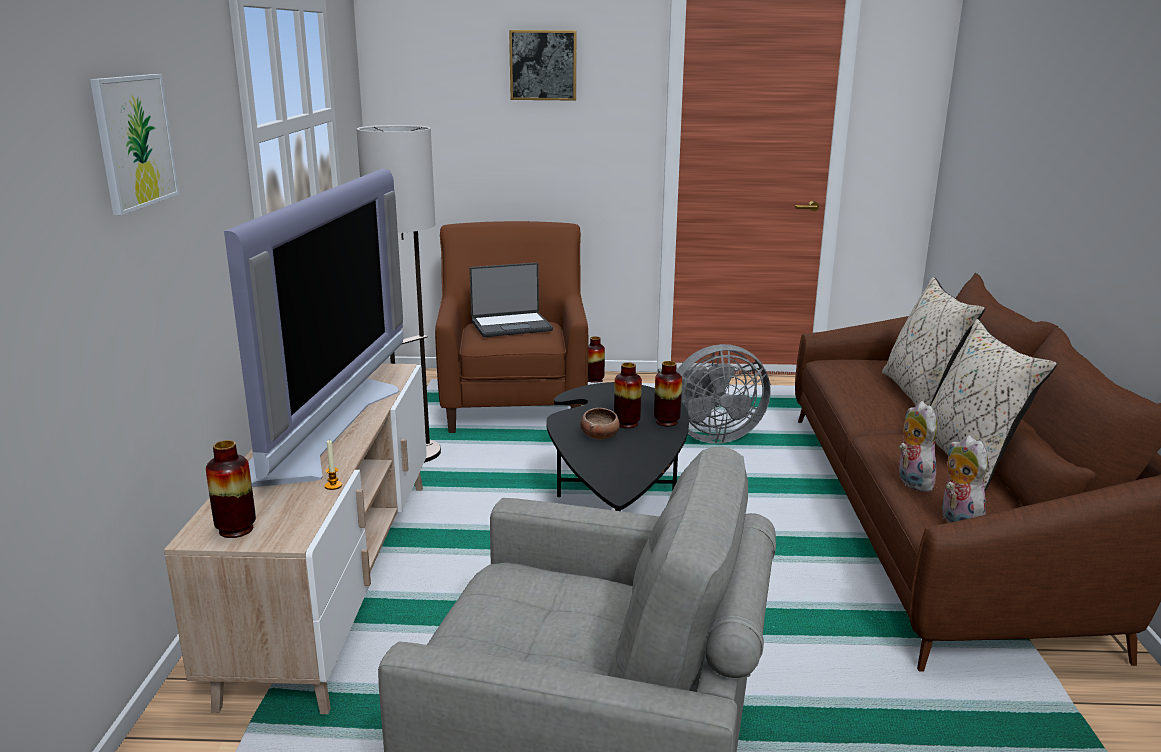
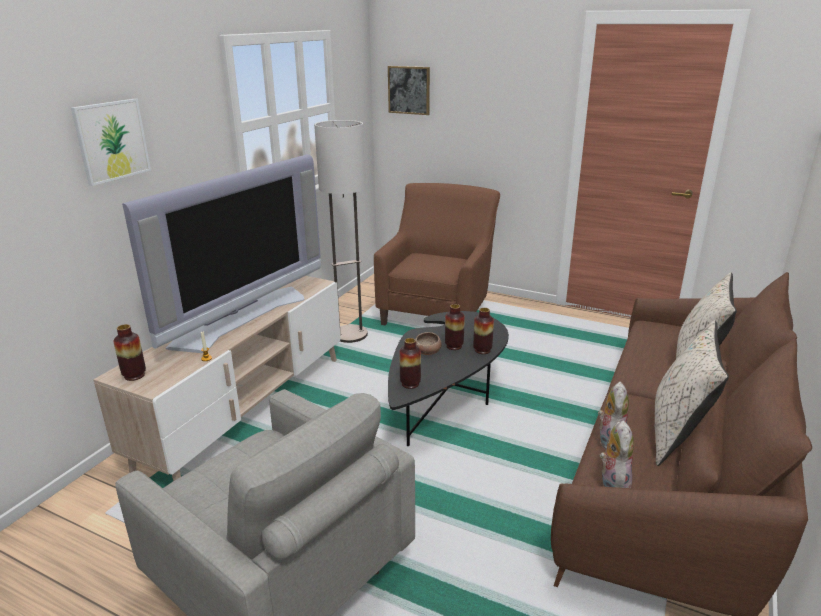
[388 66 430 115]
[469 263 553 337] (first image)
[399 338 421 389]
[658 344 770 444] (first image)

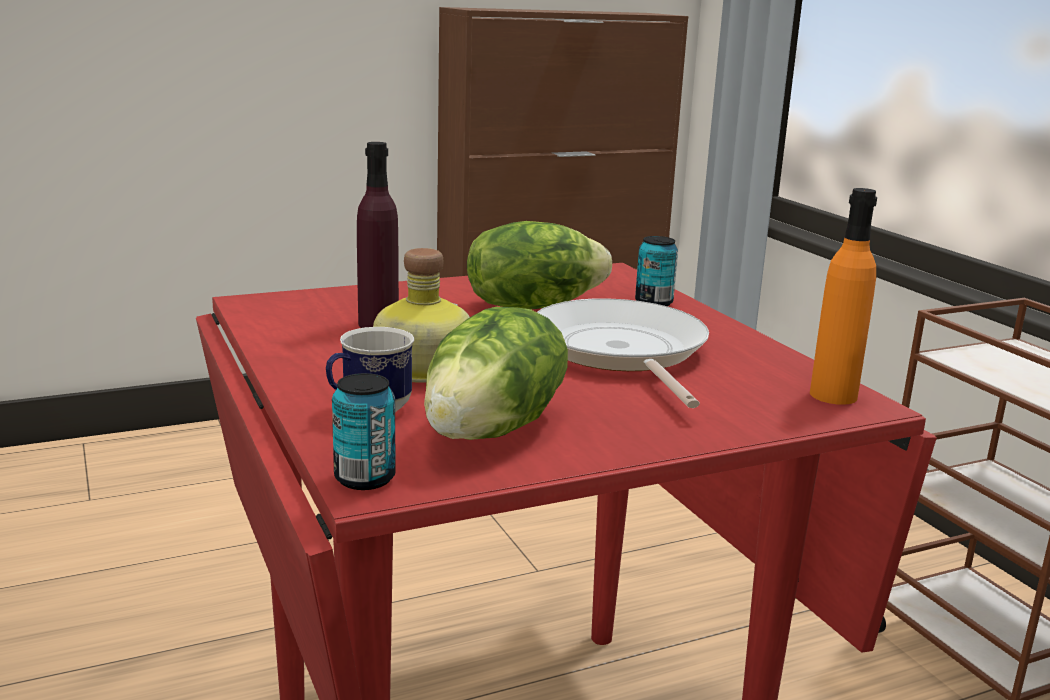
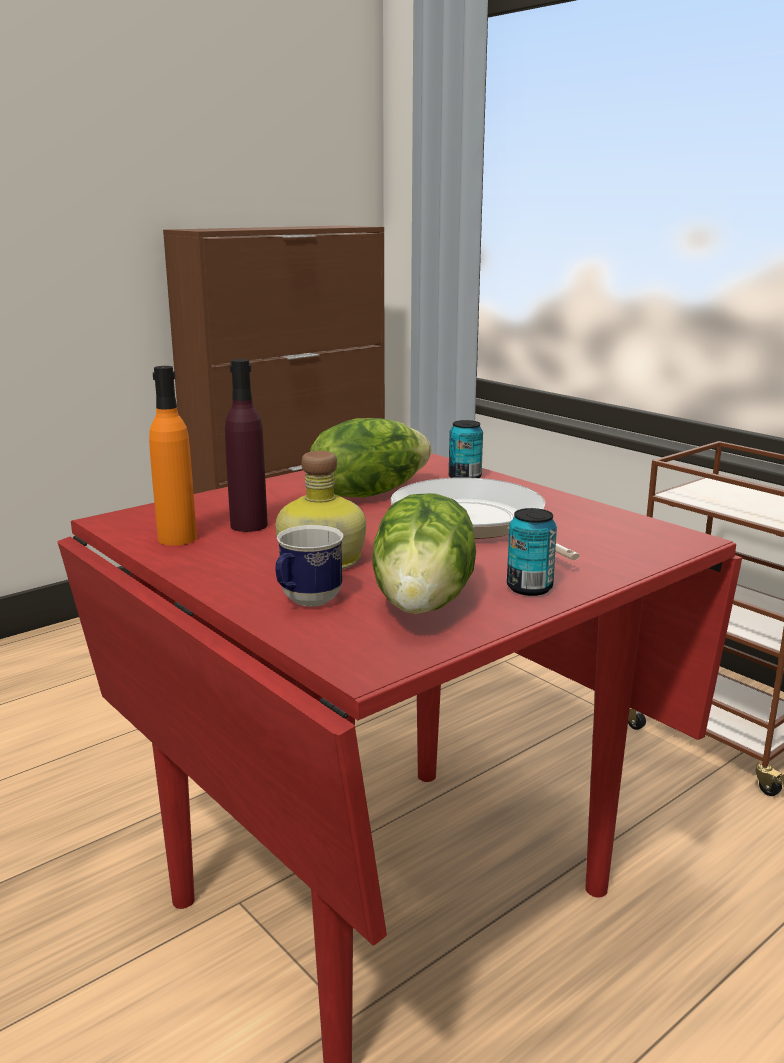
[149 366 197 546]
[507 508 557 596]

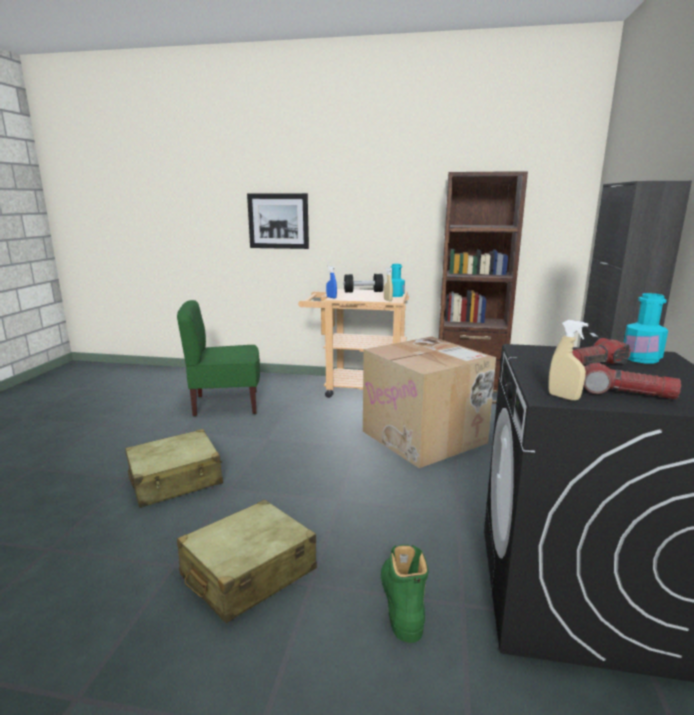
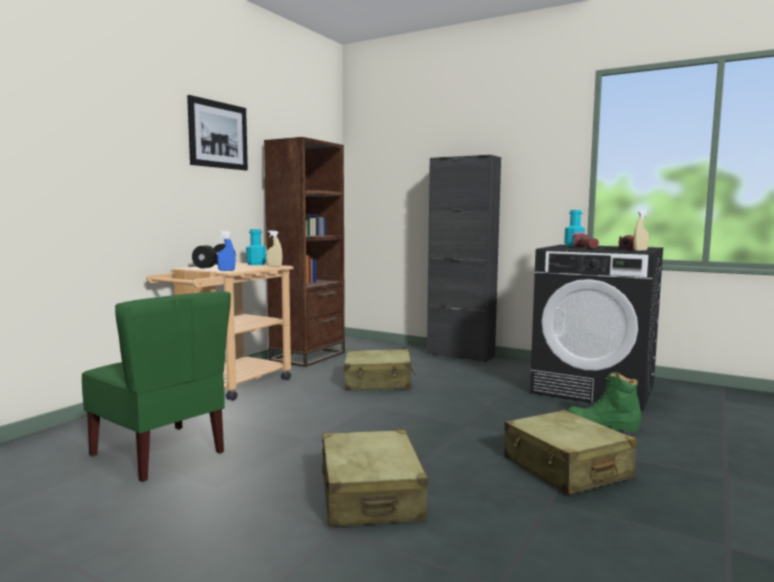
[187 95 248 170]
[82 291 231 482]
[344 349 416 391]

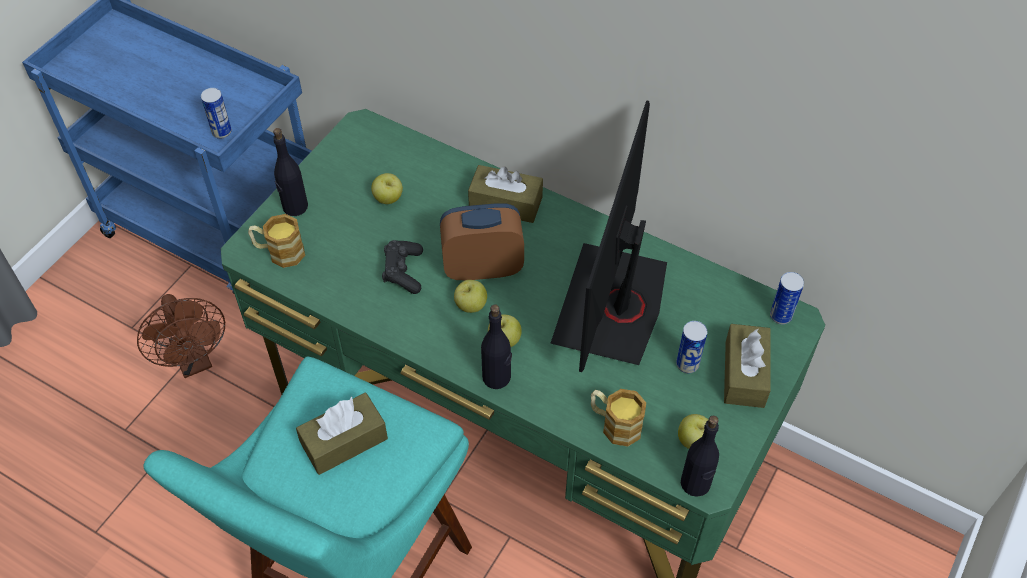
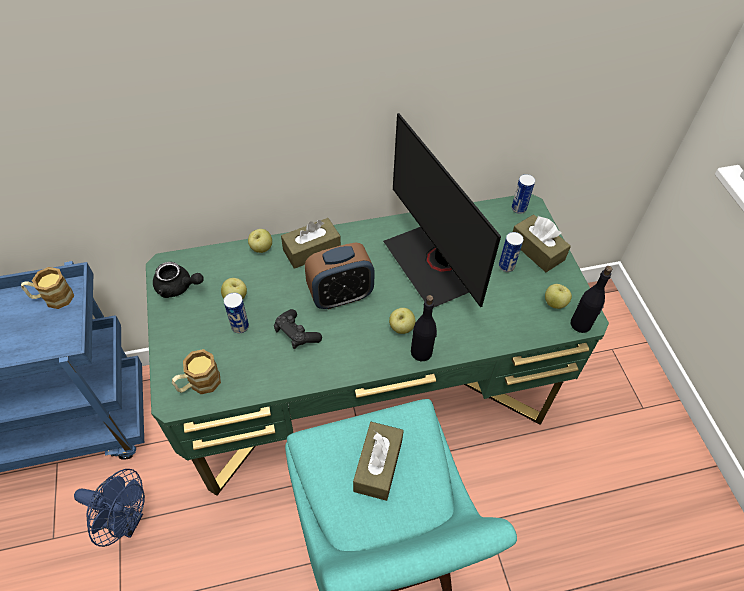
[224 293 249 333]
[273 128 308 216] (first image)
[305 243 375 309]
[248 229 272 253]
[74 469 145 547]
[21 267 74 309]
[153 262 204 298]

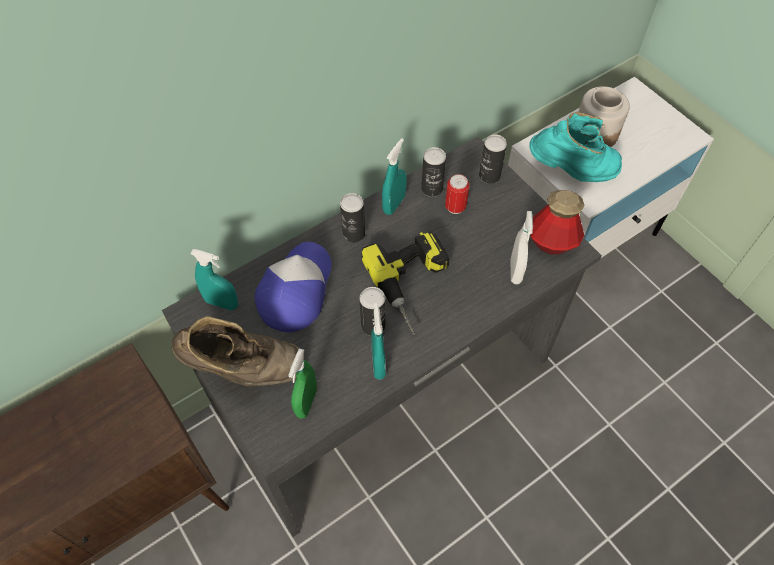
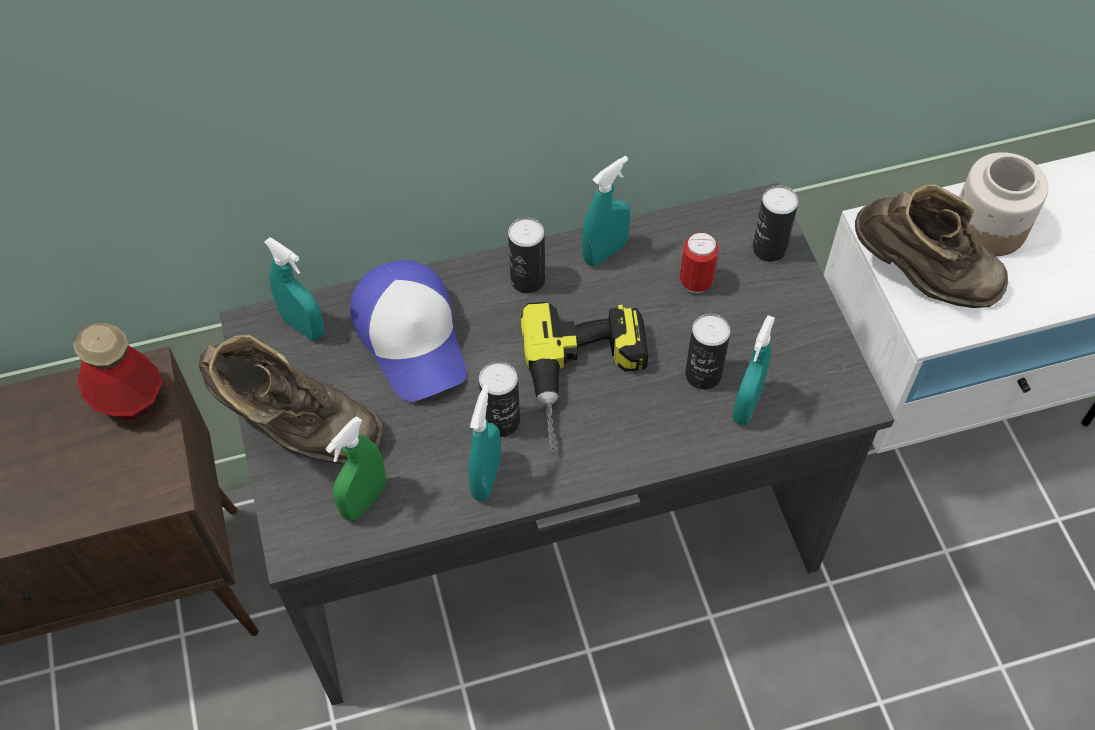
[855 184 1008 308]
[685 314 731 390]
[73 323 163 419]
[732 315 775 425]
[350 260 466 402]

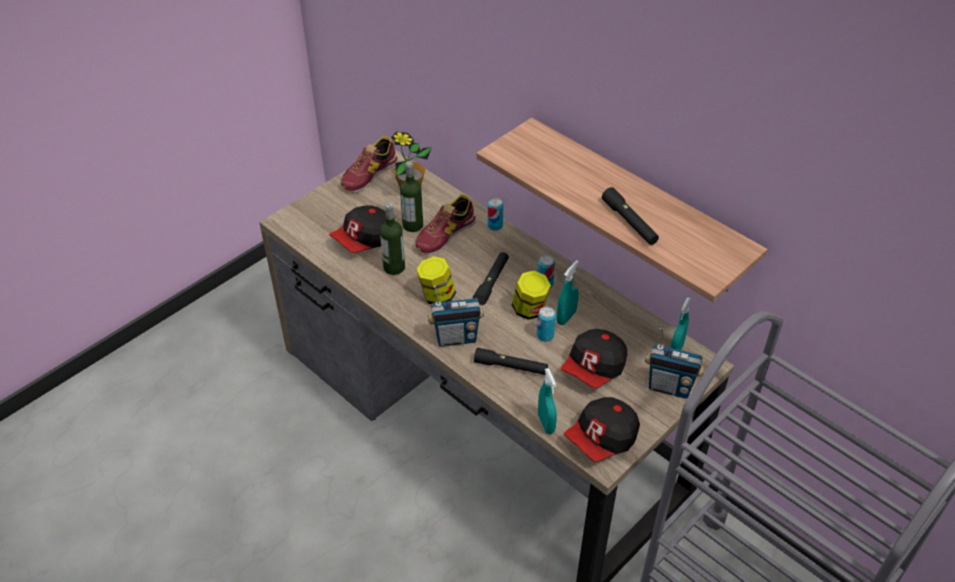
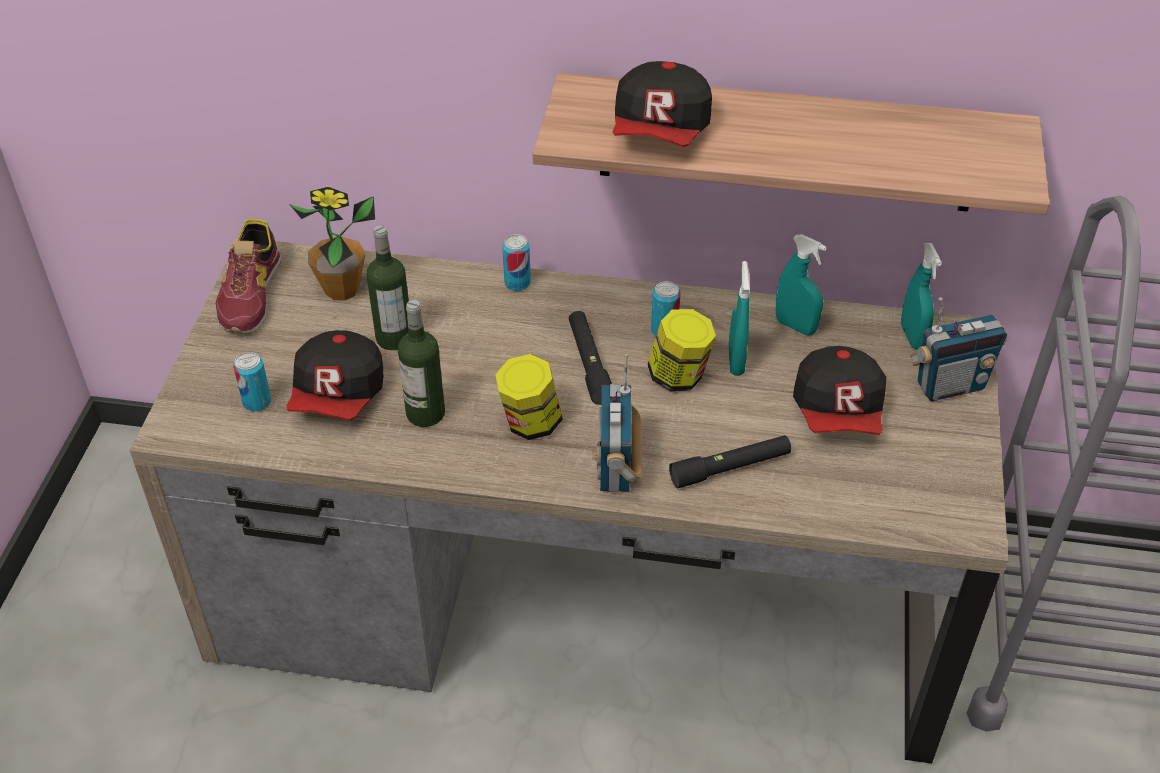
[602 187 659 245] (first image)
[416 194 476 256] (first image)
[592 354 642 492]
[233 352 271 412]
[776 234 827 335]
[613 61 712 147]

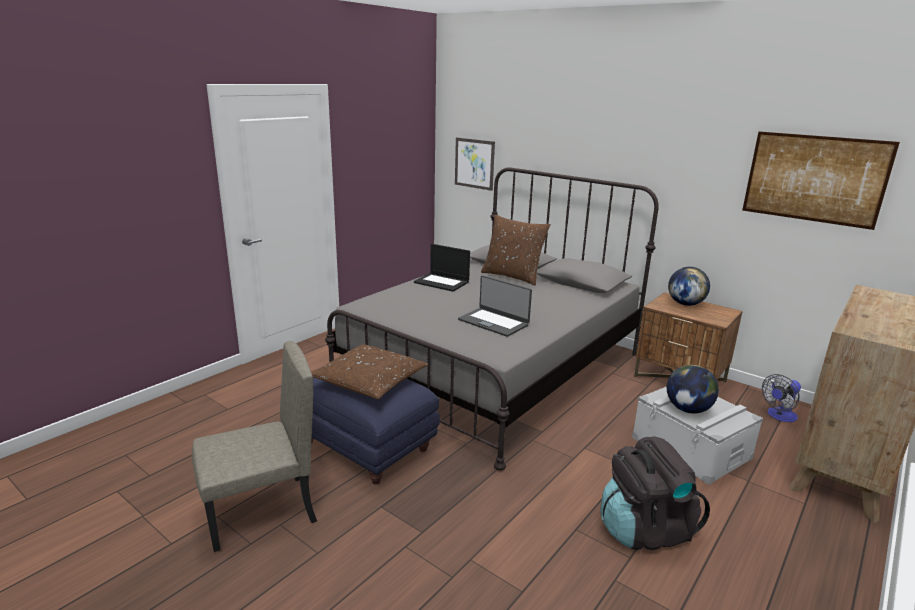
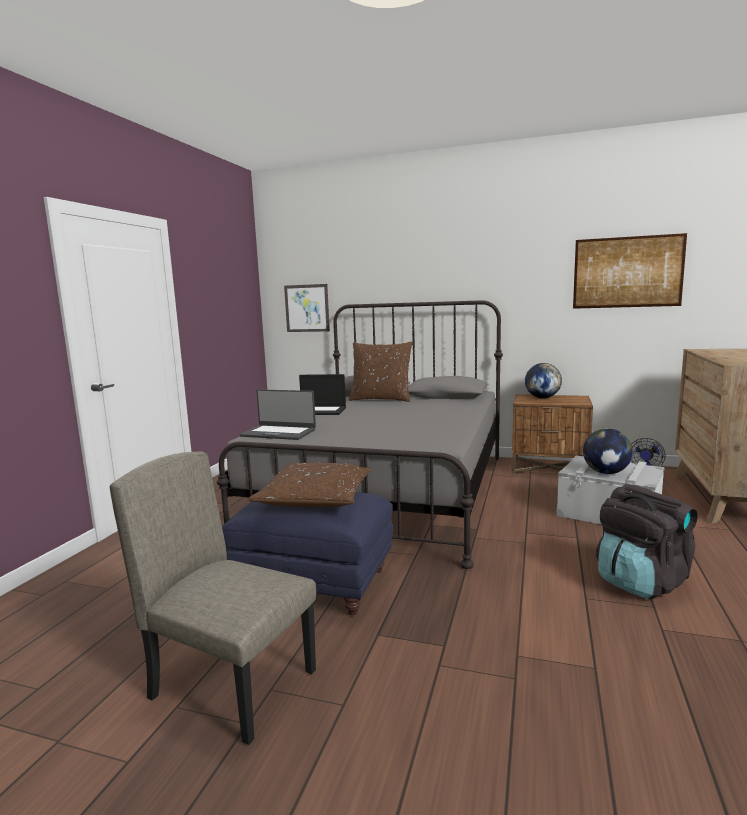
[240 389 316 440]
[110 452 316 745]

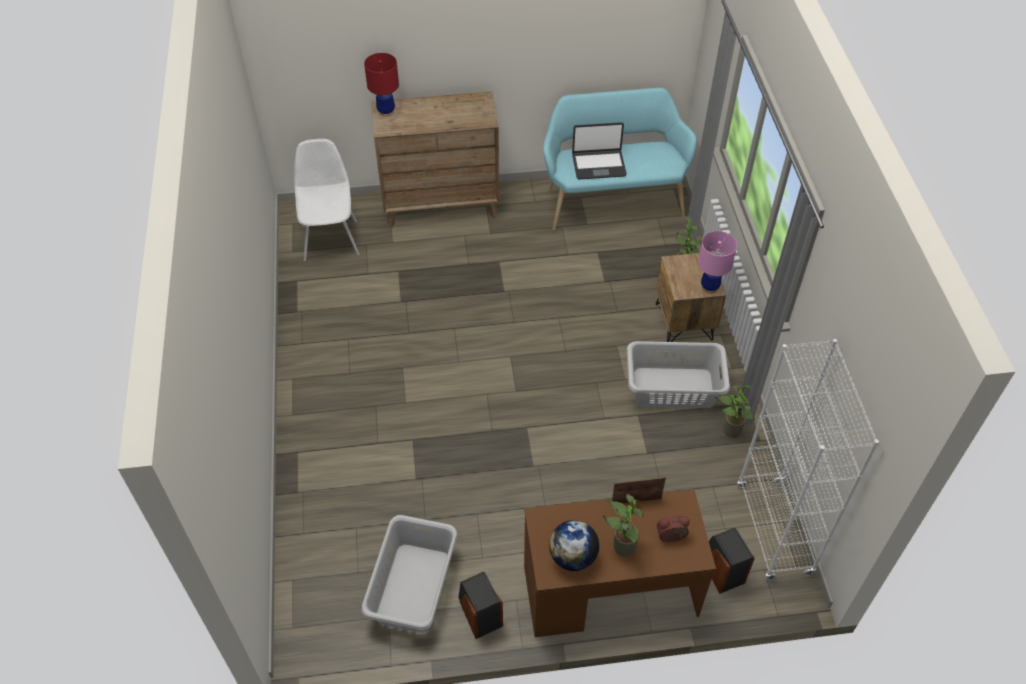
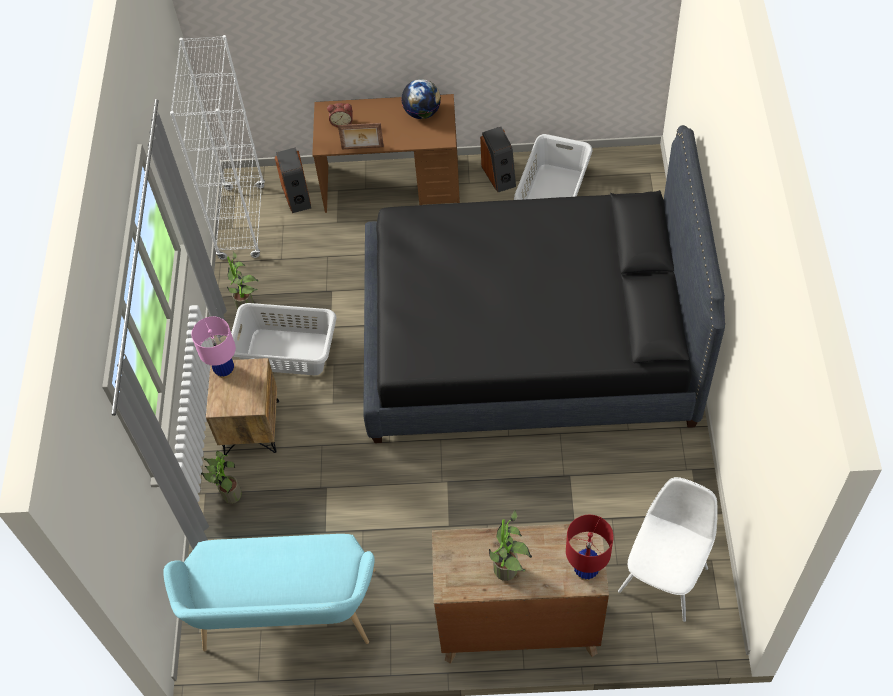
[572 122 627 179] (first image)
[618 477 718 622]
[489 509 532 581]
[363 125 725 443]

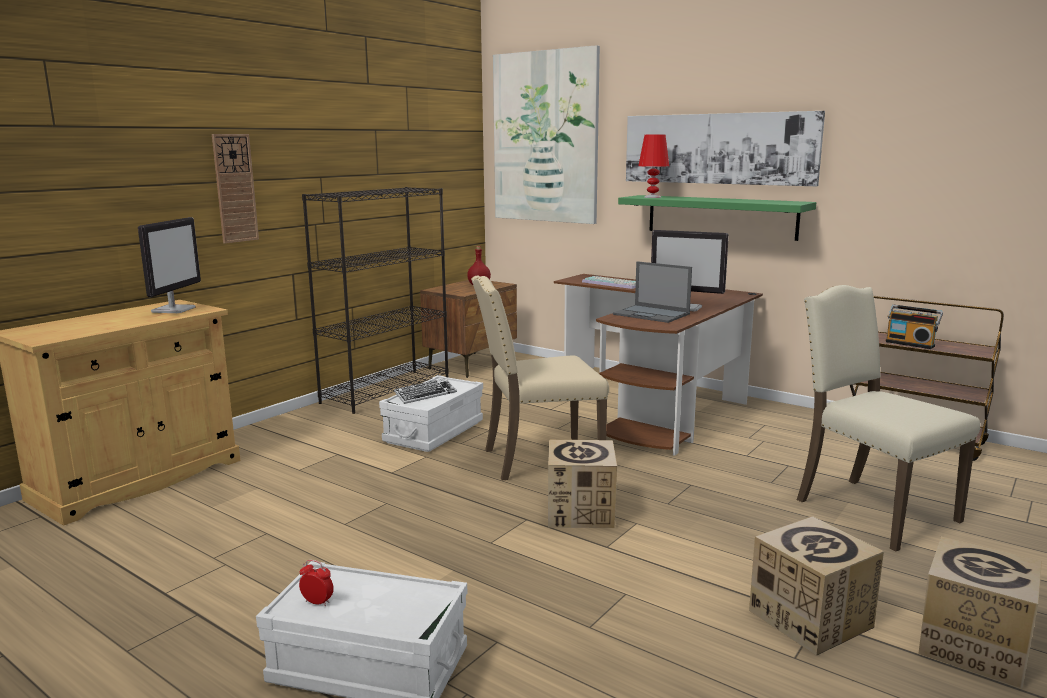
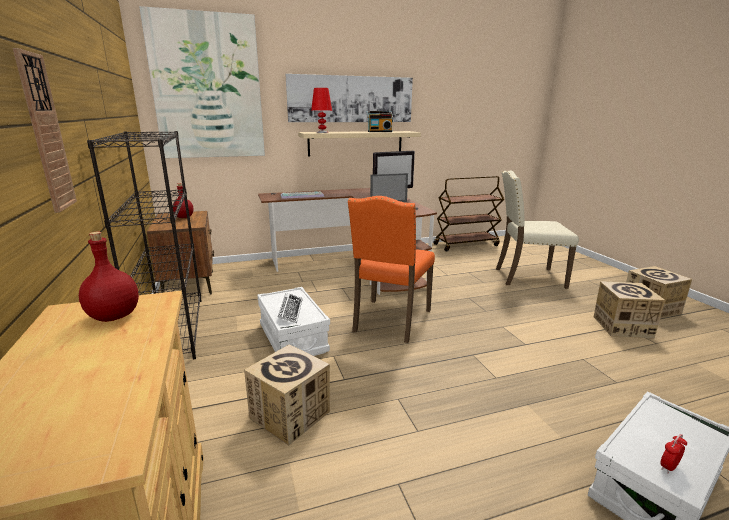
[298 131 421 157]
[79 232 139 322]
[348 196 435 343]
[367 111 393 132]
[244 344 330 445]

